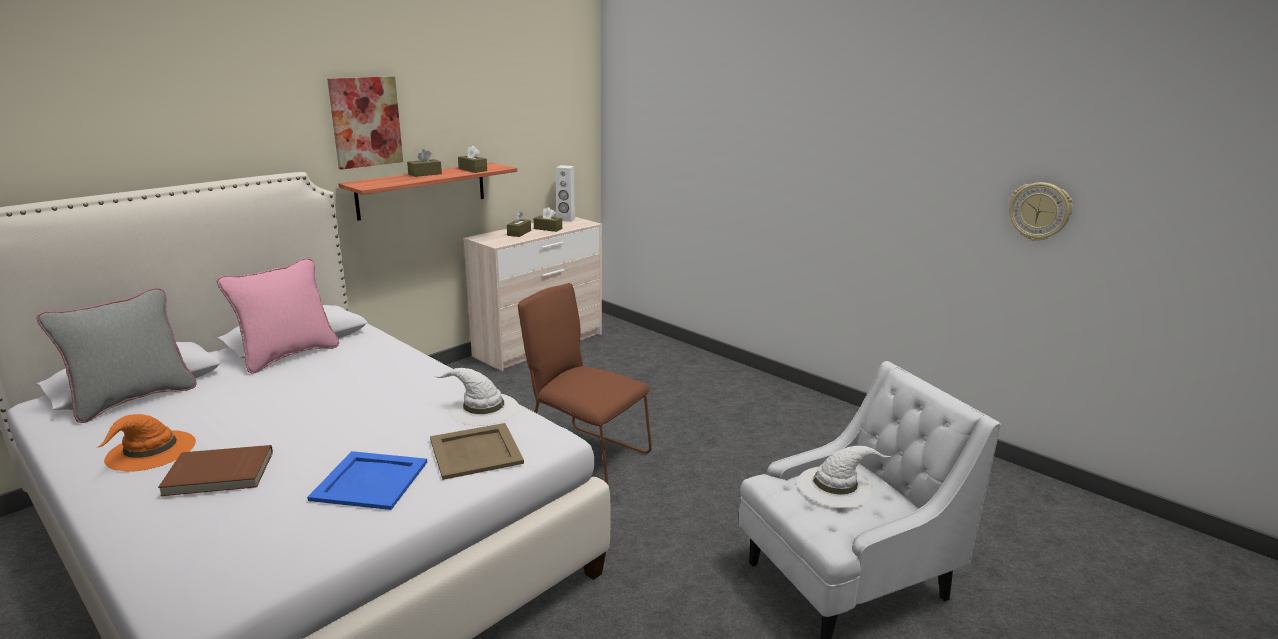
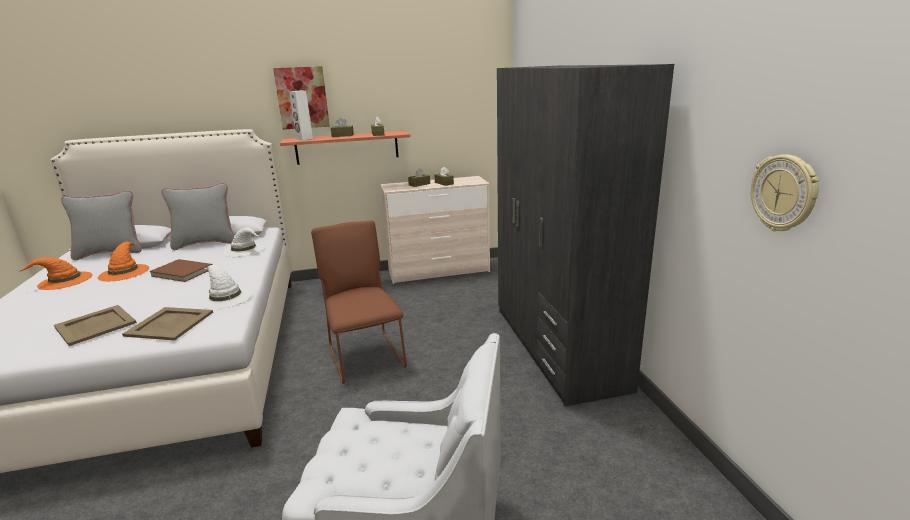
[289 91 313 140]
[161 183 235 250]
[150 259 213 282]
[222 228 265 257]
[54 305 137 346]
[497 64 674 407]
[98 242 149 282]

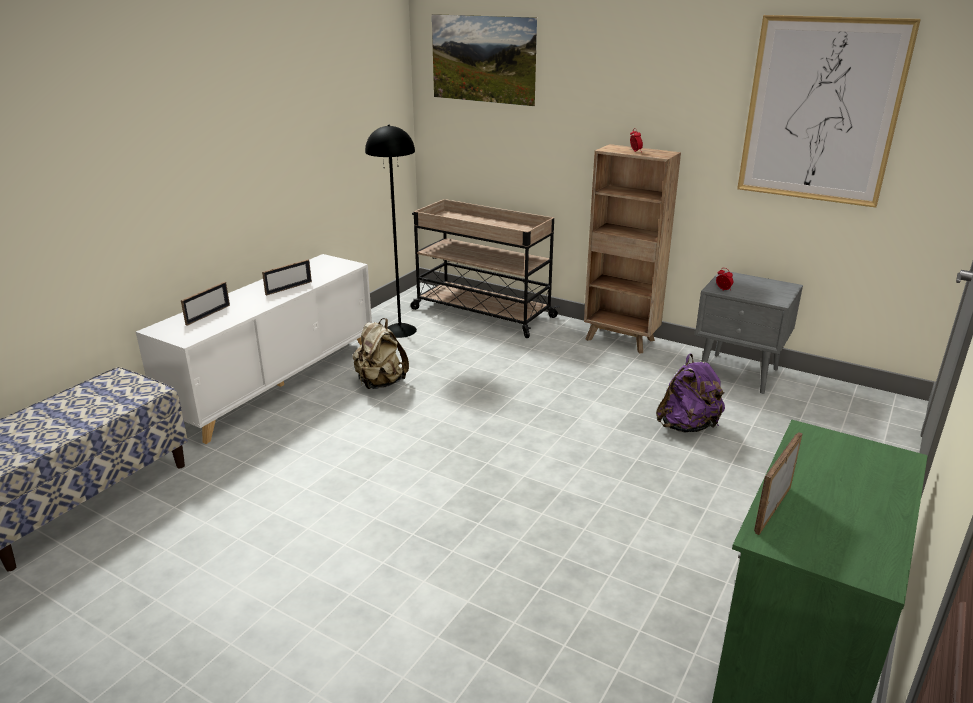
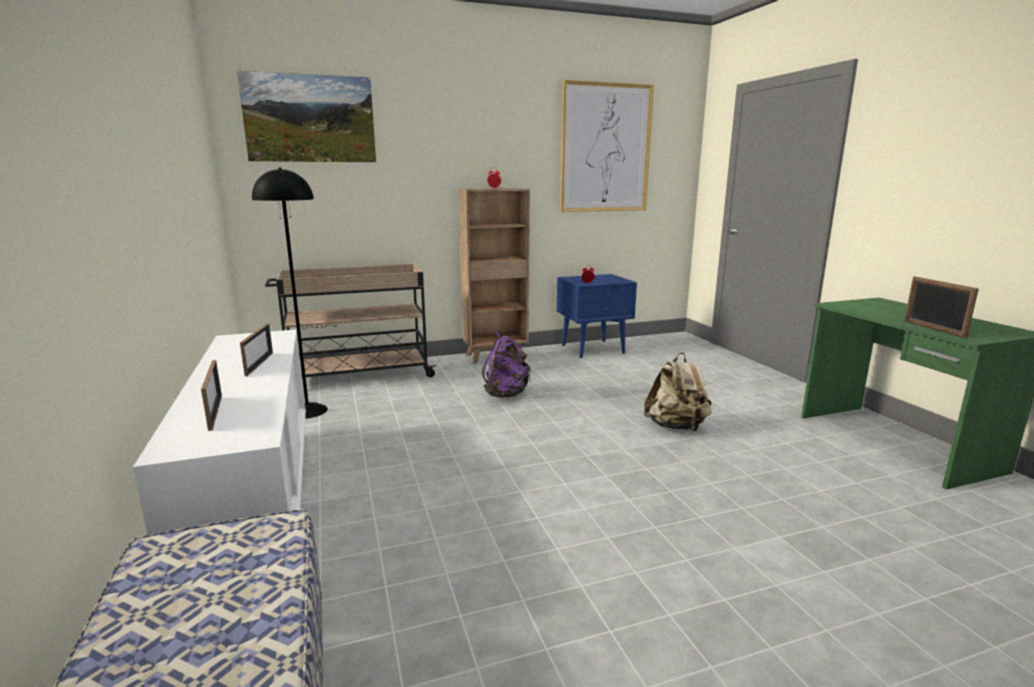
[557 274 637 358]
[644 352 712 431]
[482 331 531 398]

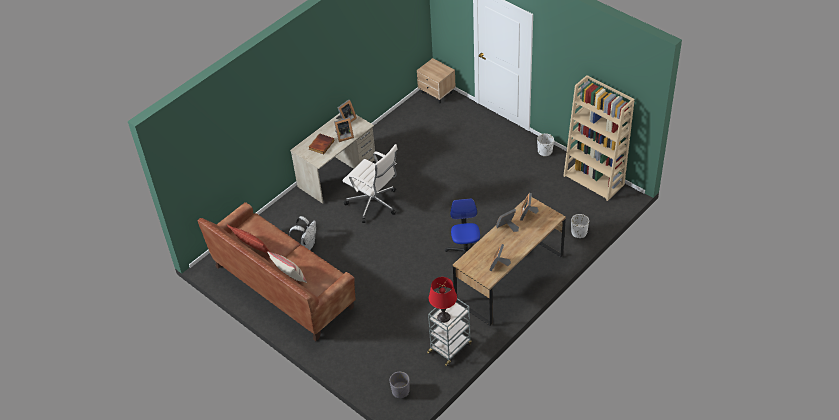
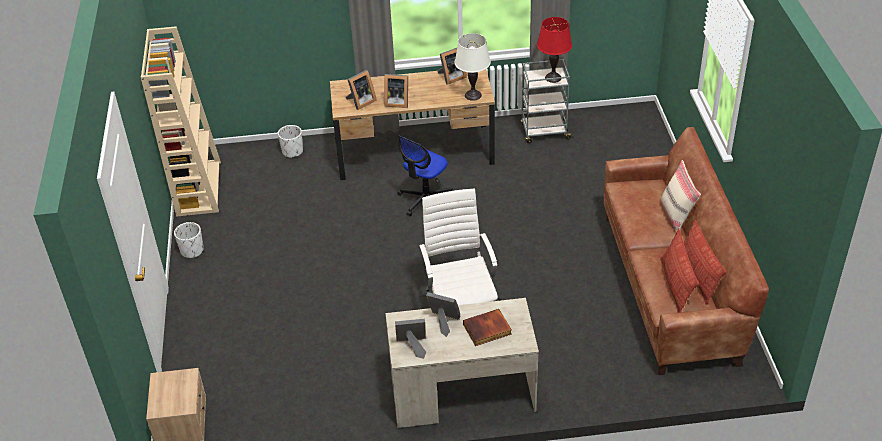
[289 216 316 250] (first image)
[389 372 410 398] (first image)
[454 33 491 101]
[660 229 699 312]

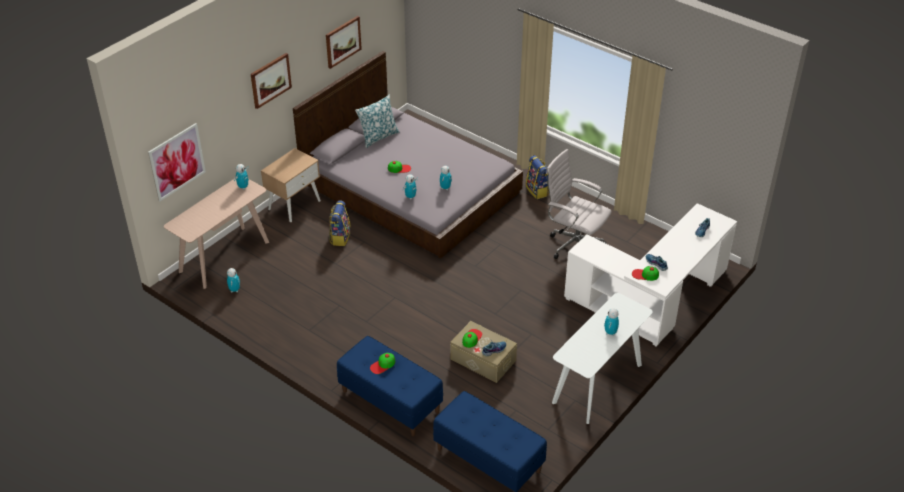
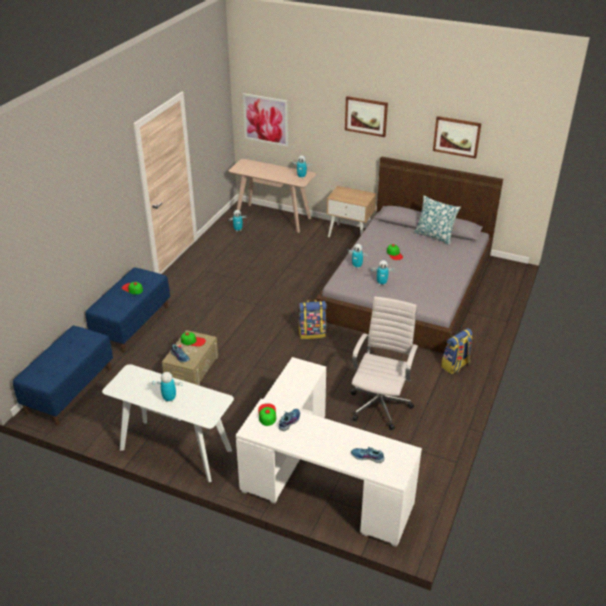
[298 300 327 339]

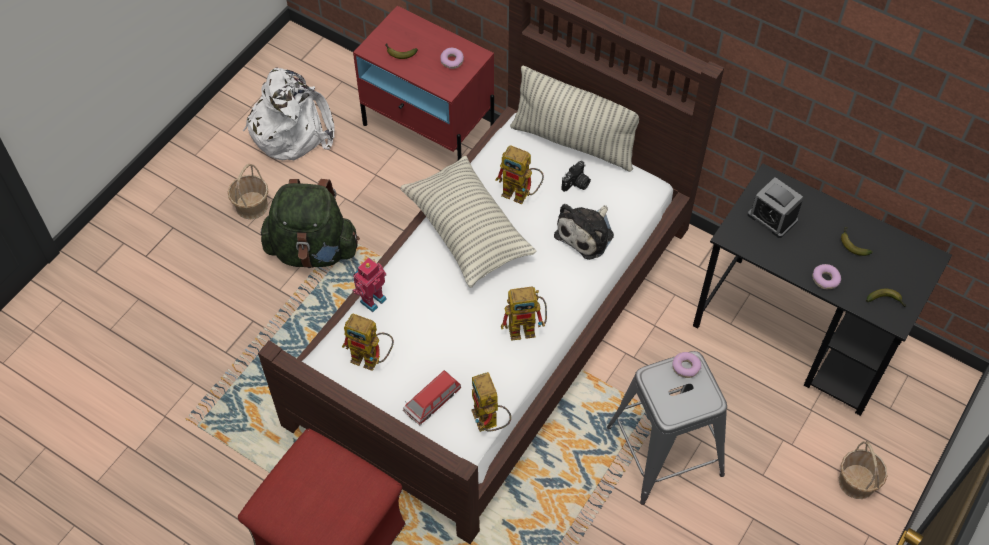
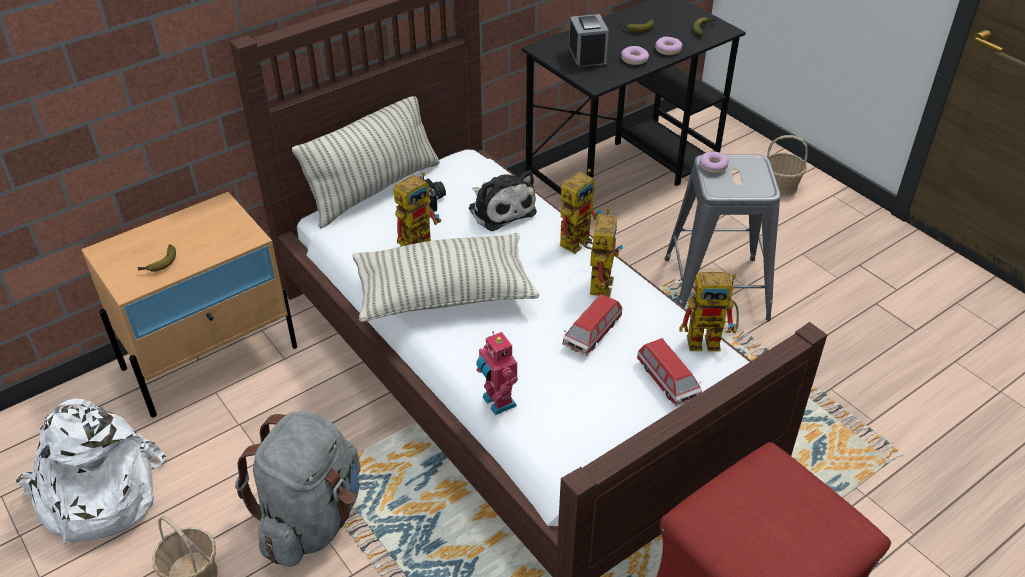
[81 192 297 417]
[621 46 649 65]
[568 14 609 70]
[235 411 360 567]
[560 169 601 254]
[562 293 622 356]

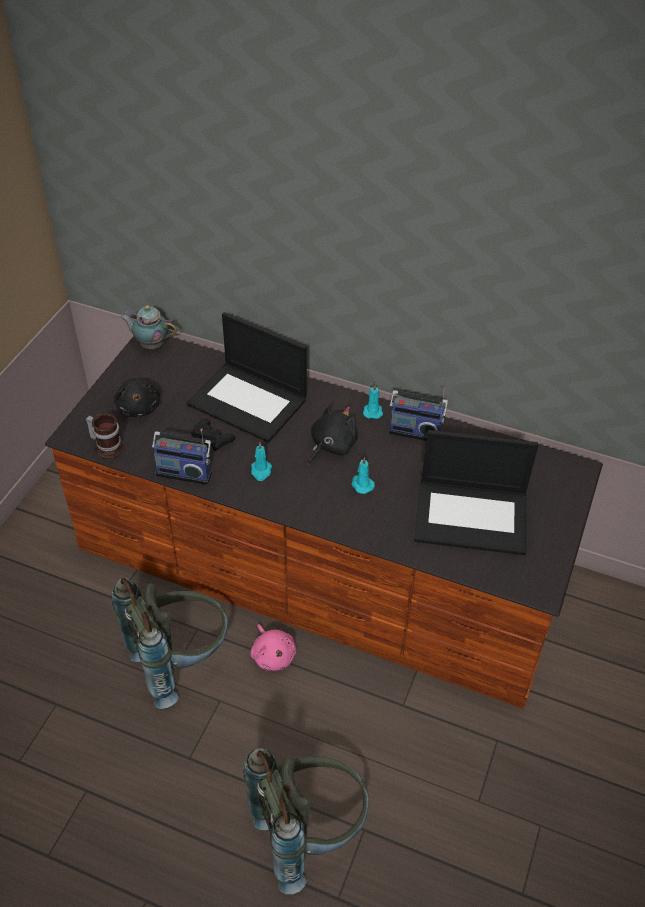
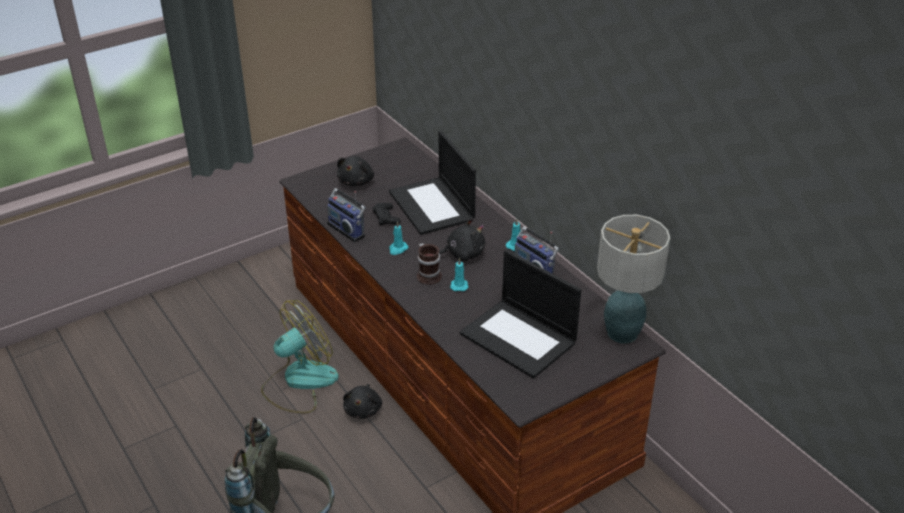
[120 305 177 349] (first image)
[417 243 442 285]
[261 300 339 413]
[343 384 382 419]
[597 215 670 343]

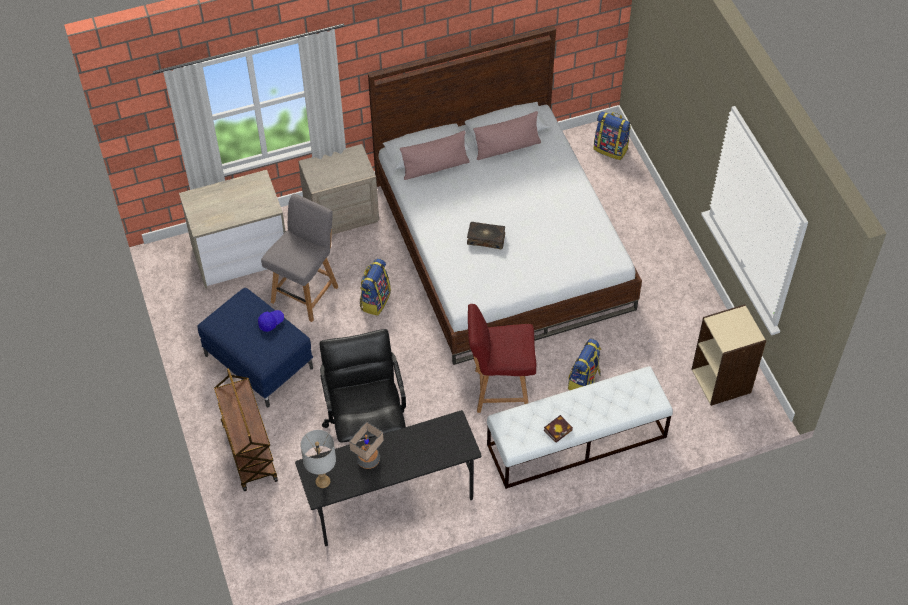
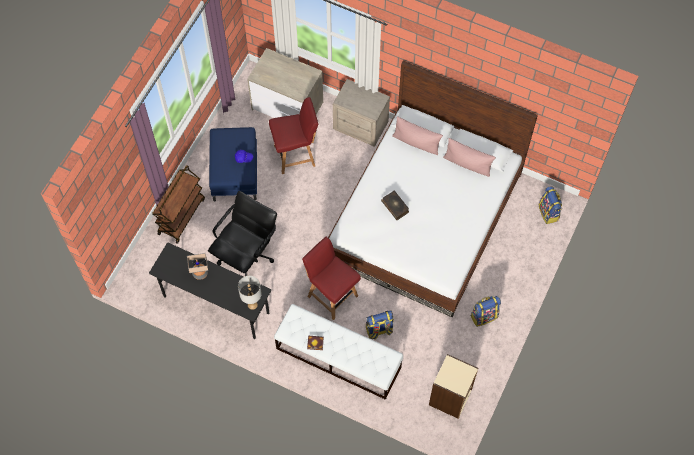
[269 97 318 174]
[471 296 501 327]
[238 276 262 310]

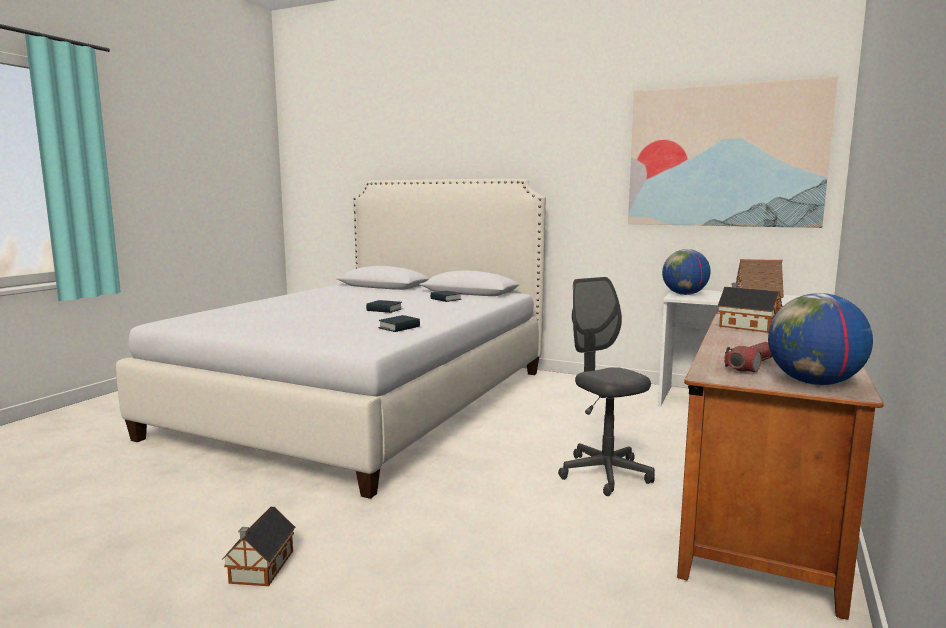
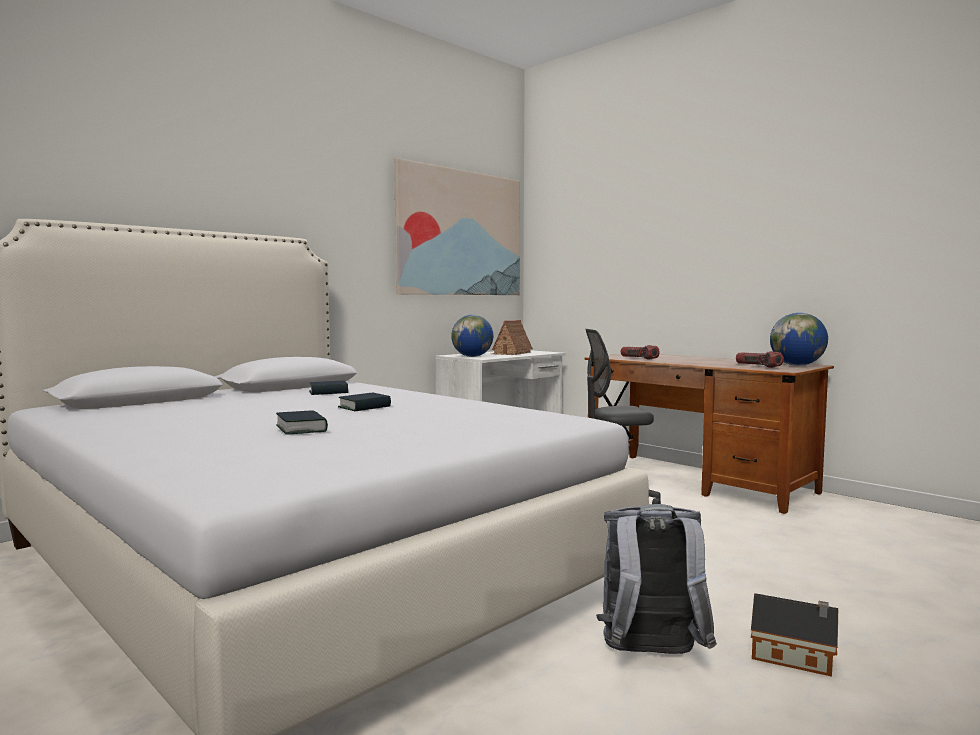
[620 345 660 360]
[276 410 328 435]
[596 504 717 654]

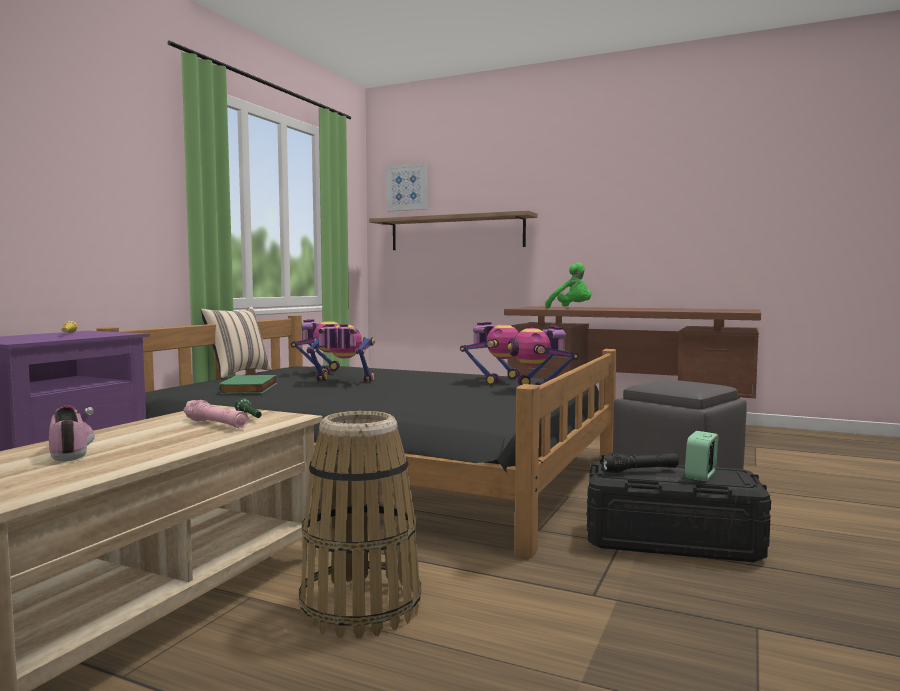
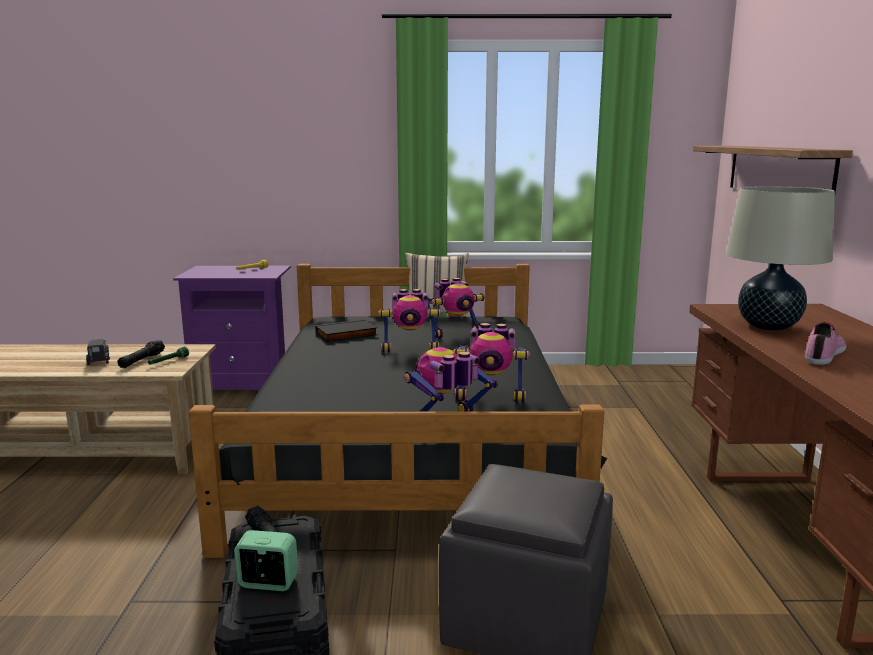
[386 163 427 212] (first image)
[726 186 835 331]
[379 289 441 352]
[316 319 378 342]
[117 340 165 368]
[805 322 846 365]
[299 411 421 638] (first image)
[86 339 110 366]

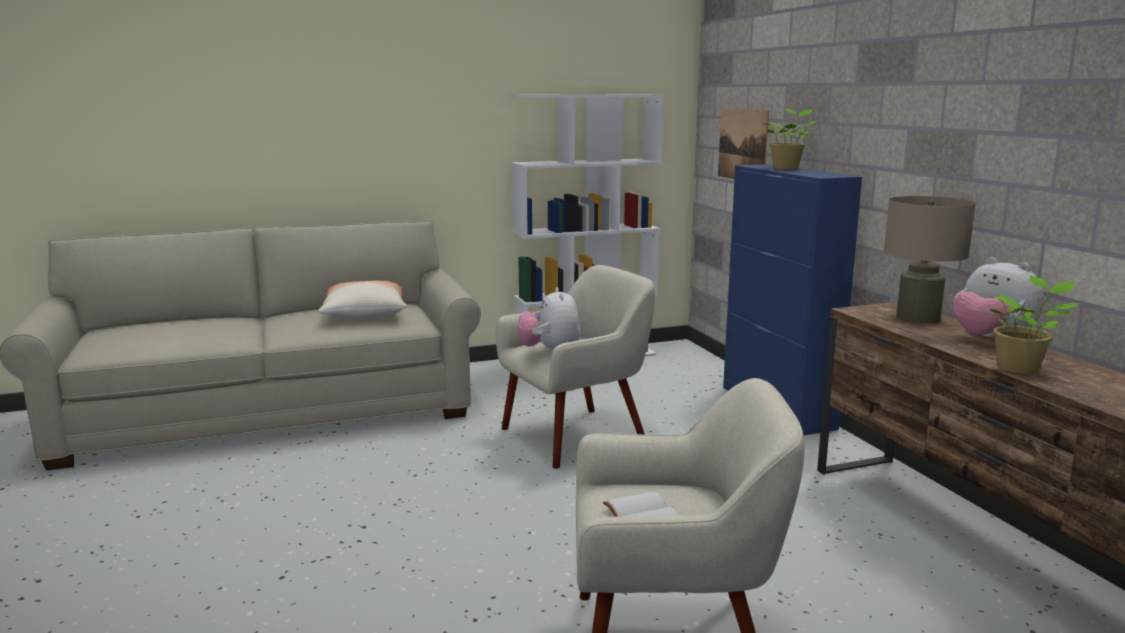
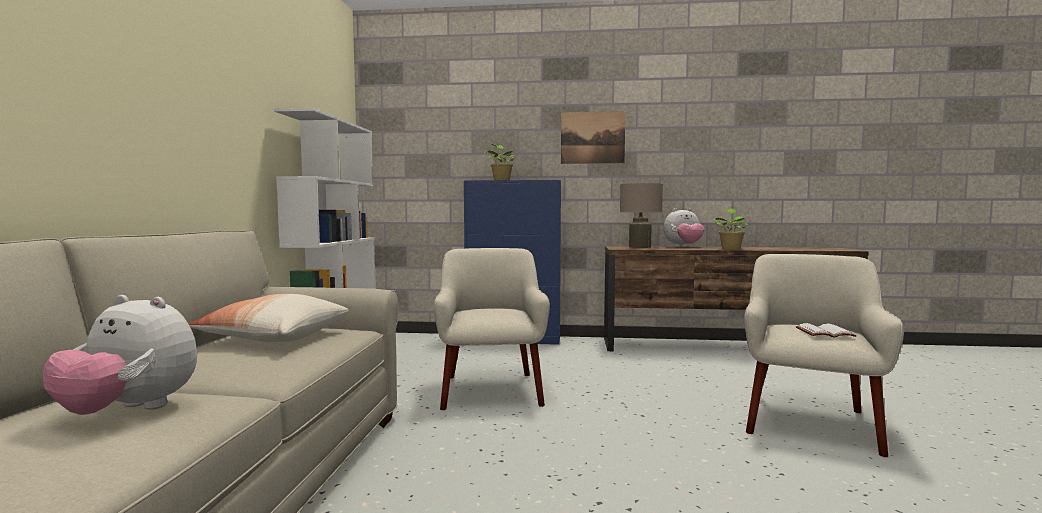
[561 111 625 164]
[43 295 197 415]

